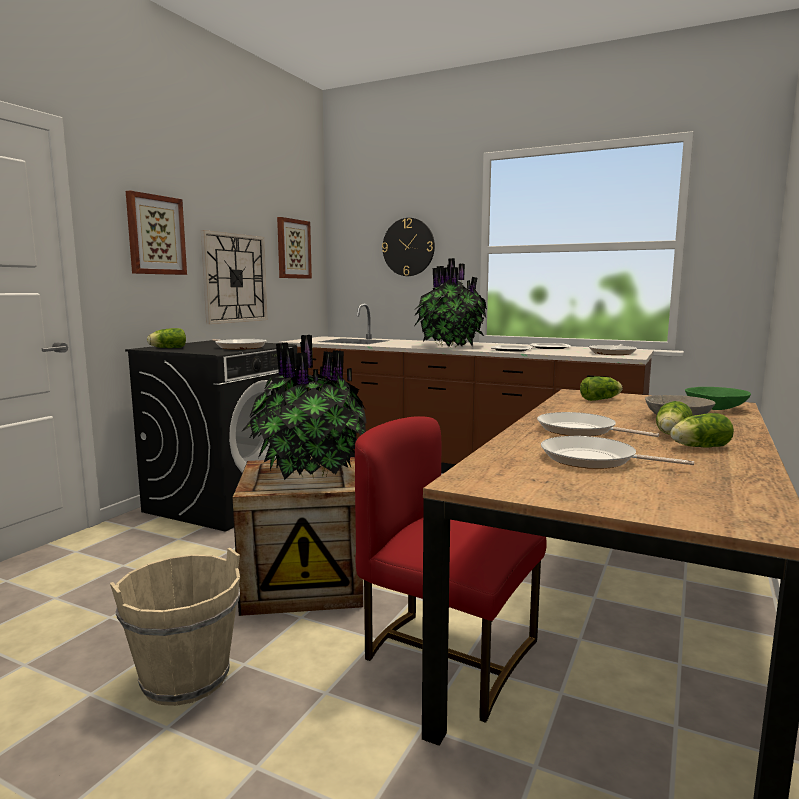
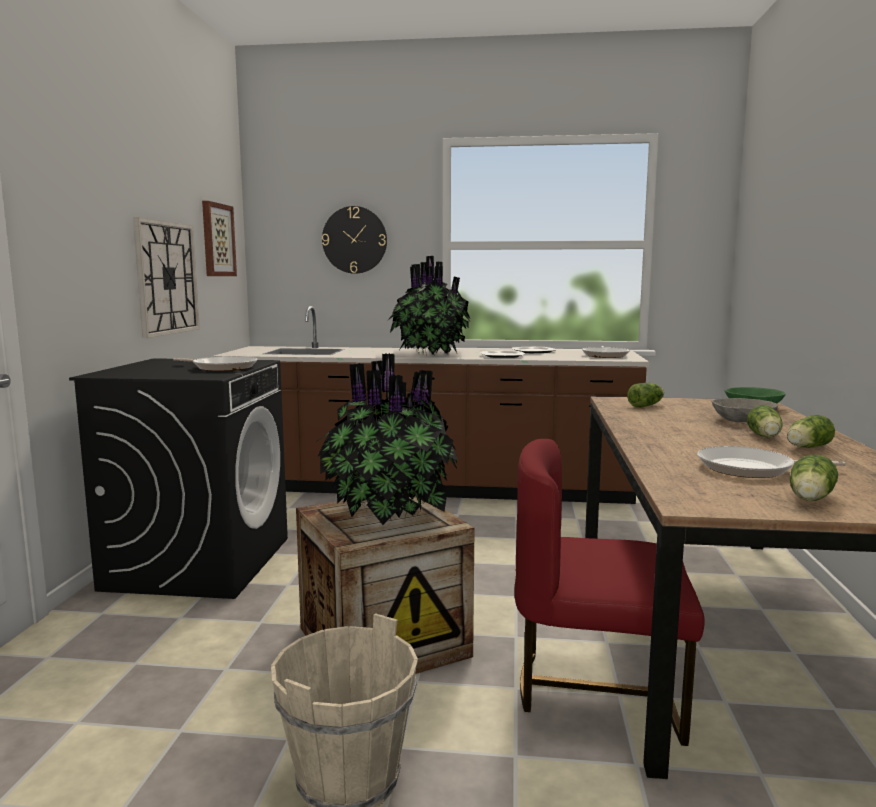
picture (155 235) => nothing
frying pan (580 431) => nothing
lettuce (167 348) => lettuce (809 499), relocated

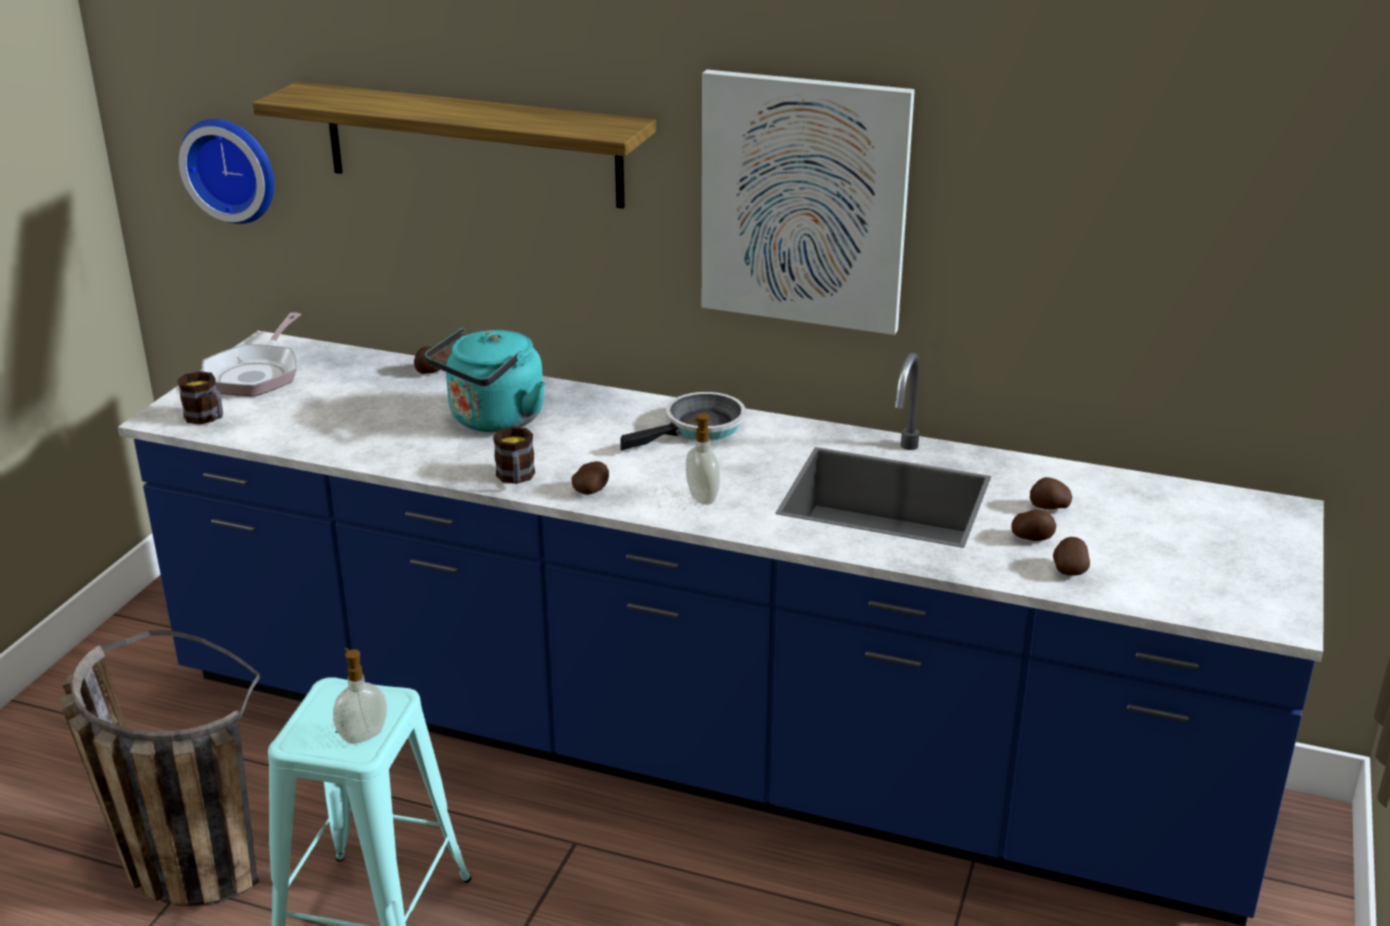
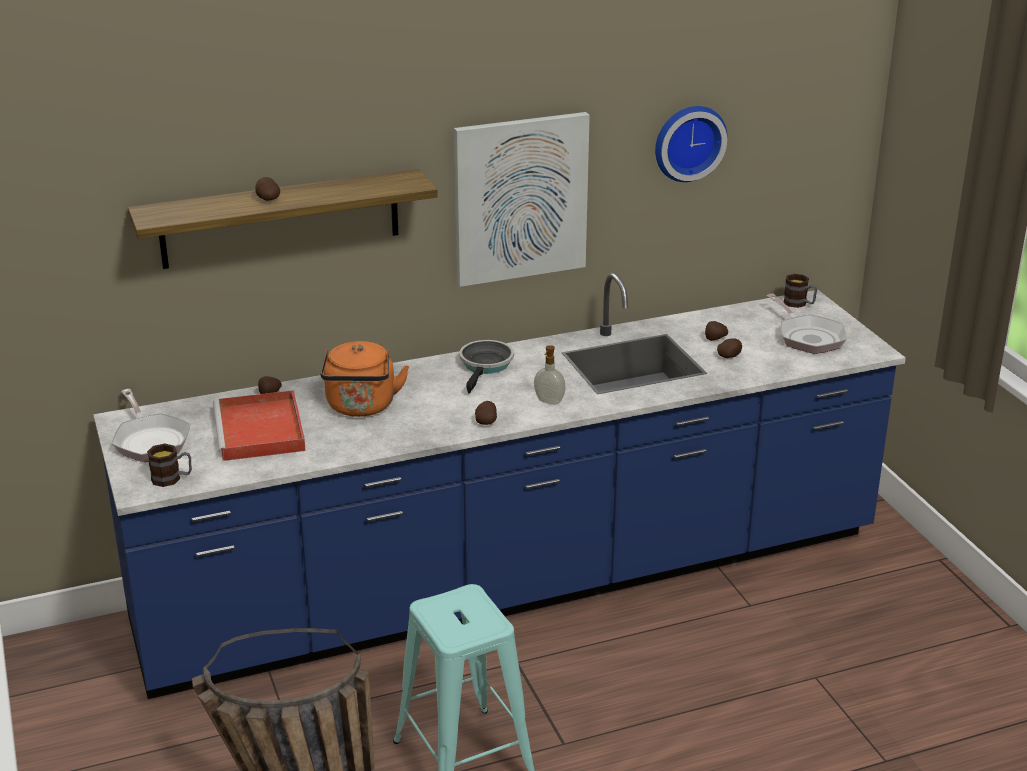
soap dispenser (362 735) => nothing
nothing => red tray (261 431)
nothing => frying pan (808 337)
wall clock (232 168) => wall clock (688 142), relocated
mug (516 478) => mug (799 304), relocated
potato (1069 570) => potato (267 199), relocated
turquoise kettle (493 420) => orange kettle (361 407)

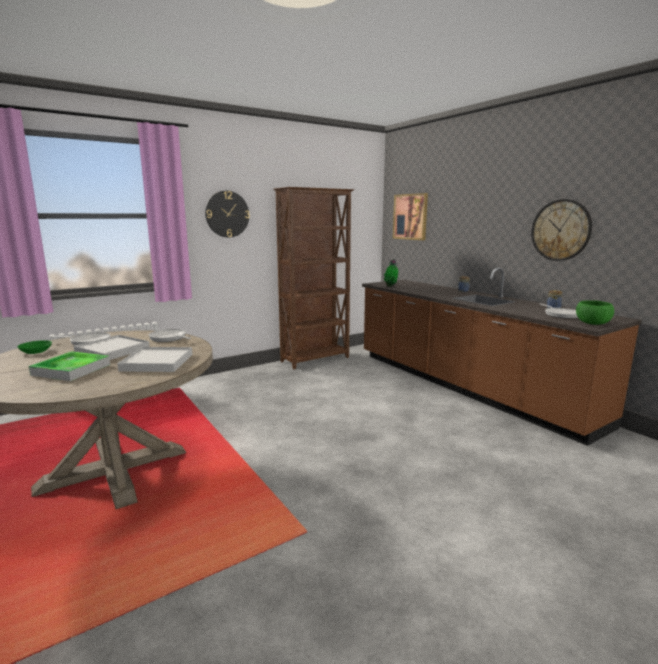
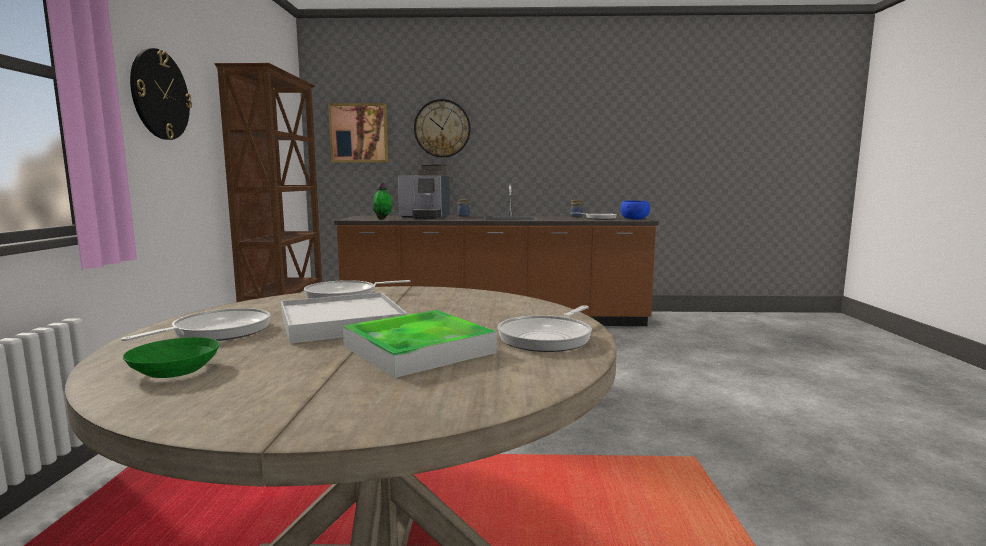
white tray (157 362) => nothing
nothing => coffee machine (425 217)
nothing => frying pan (548 338)
wall clock (561 230) => wall clock (442 128), relocated
green bowl (593 323) => blue bowl (634 219)

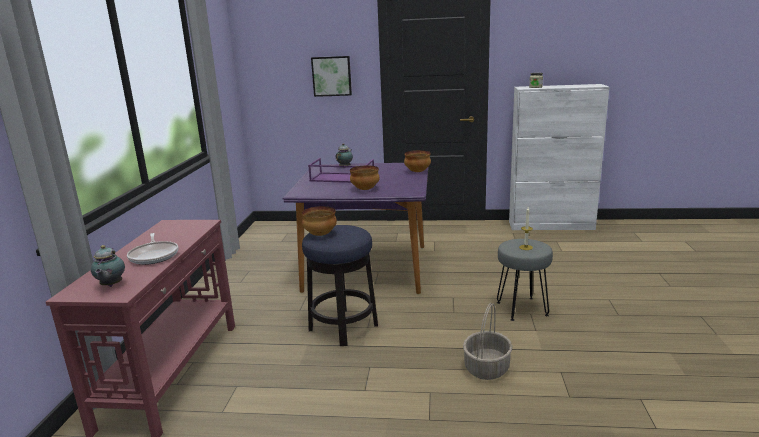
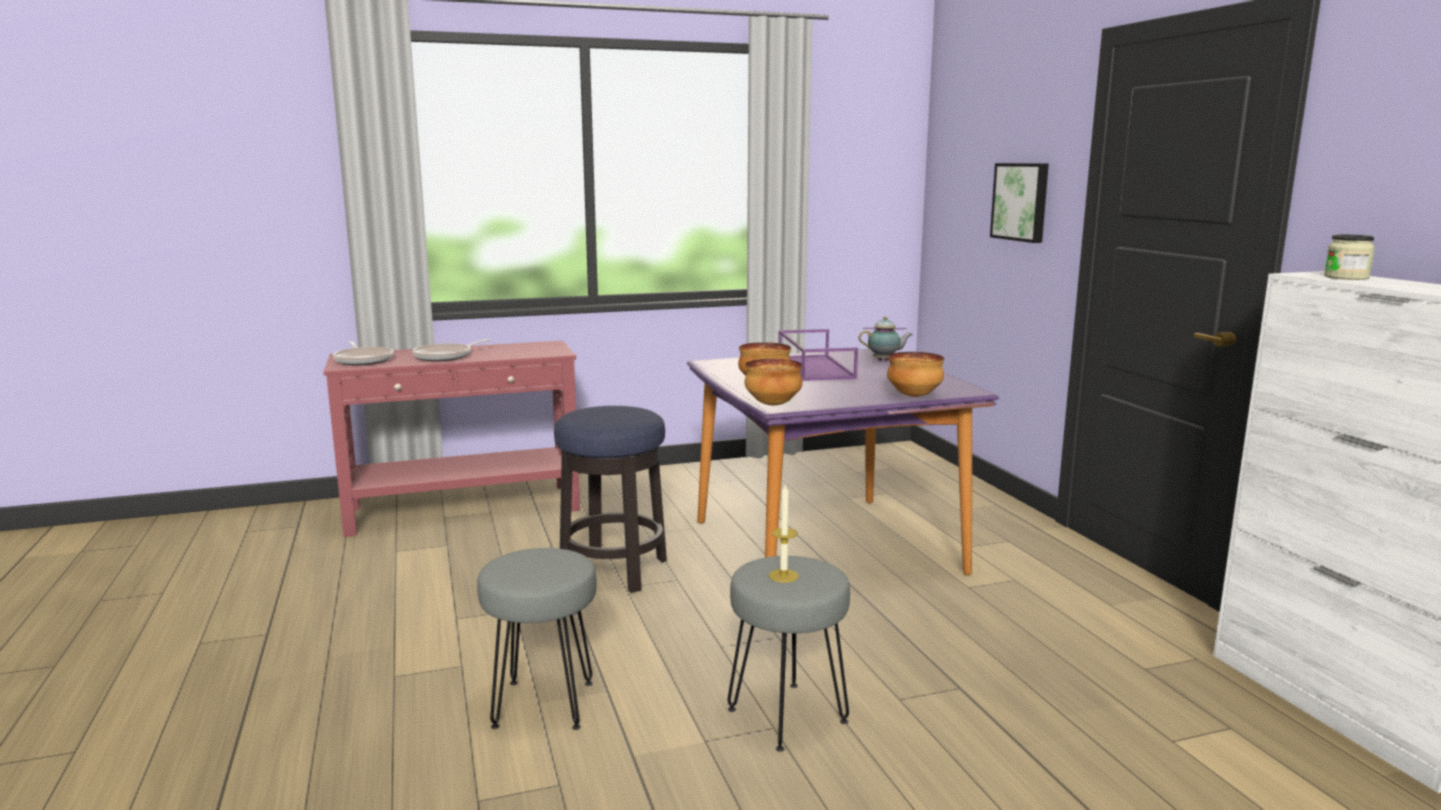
bowl (320 235) => bowl (772 404), relocated
teapot (111 286) => frying pan (363 360)
basket (486 368) => grey stool (545 704)

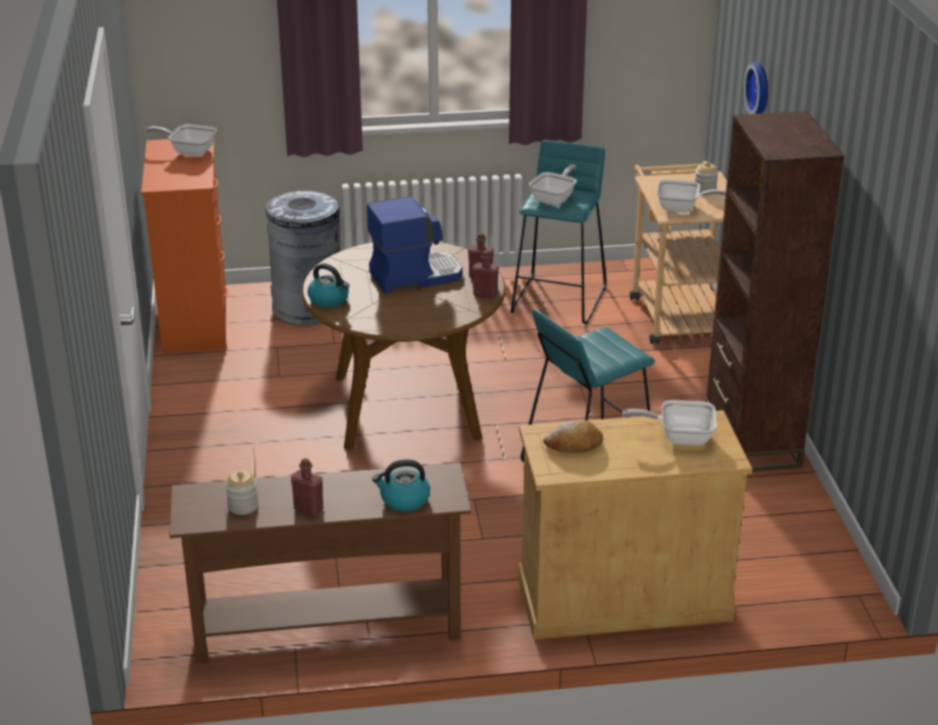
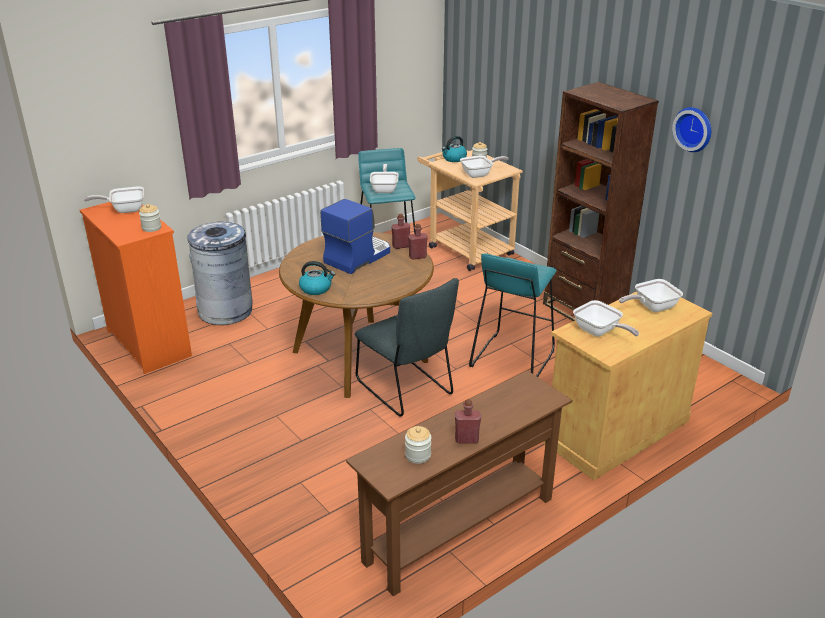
nothing => jar (151 228)
nothing => grey chair (407 390)
kettle (404 500) => kettle (454 158), relocated
wall clock (761 89) => wall clock (694 128), relocated
bread (574 445) => frying pan (599 332)

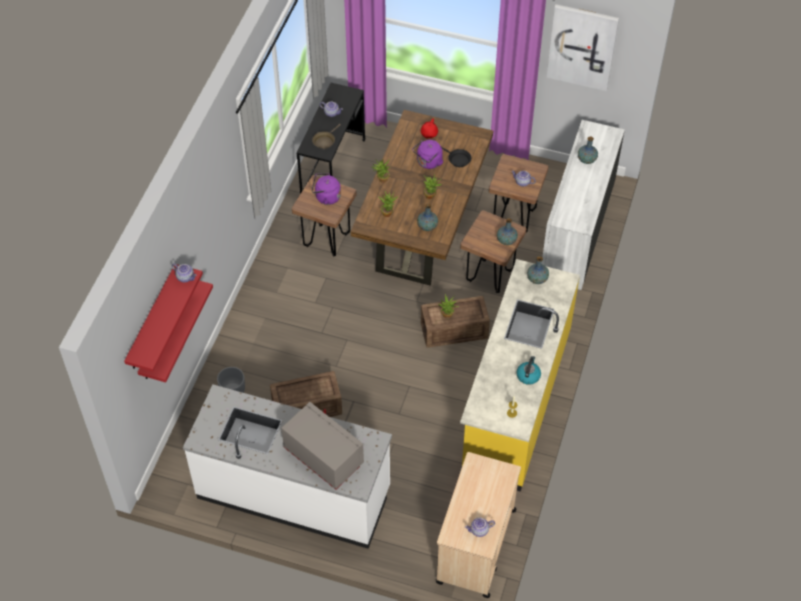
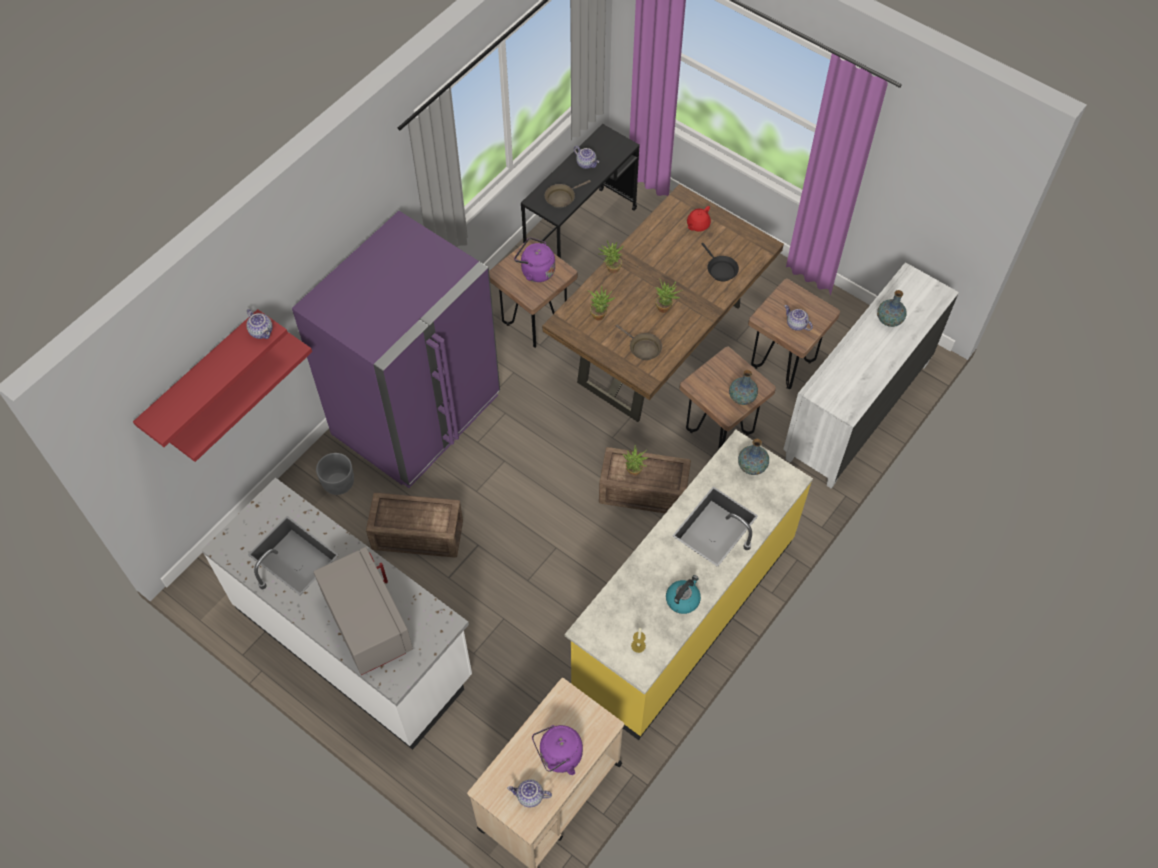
picture (582 46) => nothing
nothing => purple fridge (417 415)
purple kettle (428 163) => purple kettle (558 756), relocated
vase (427 226) => brown frying pan (643 348)

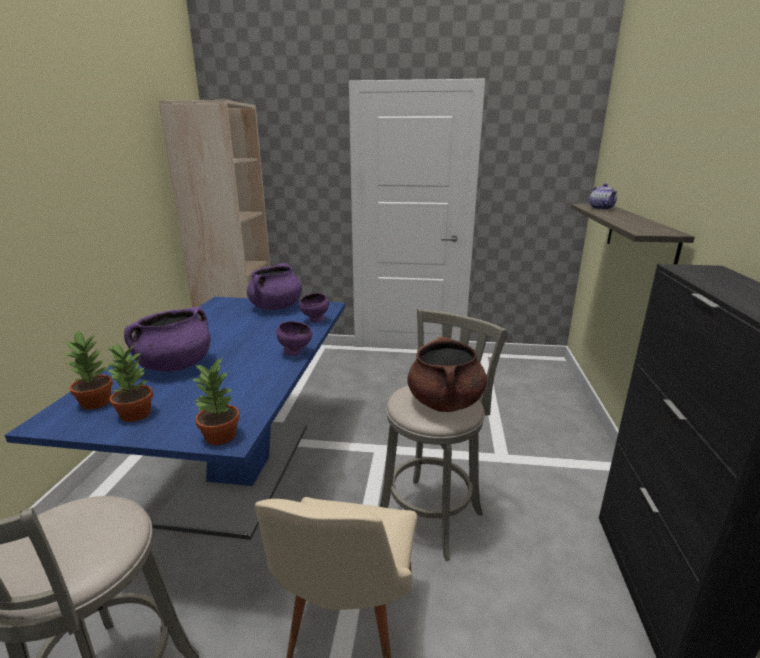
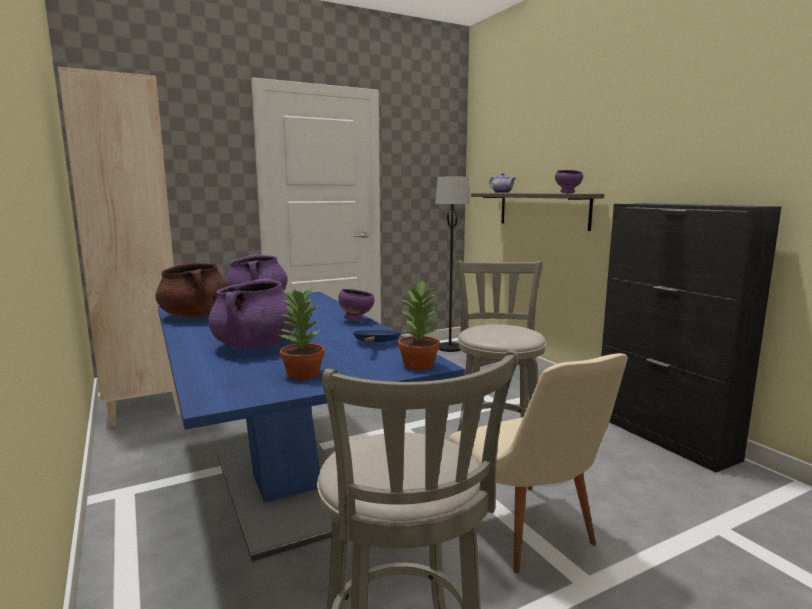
potted plant (97 402) => nothing
nothing => blue frying pan (376 343)
nothing => black floor lamp (450 348)
purple bowl (315 321) => purple bowl (568 193), relocated
brown cooking pot (445 402) => brown cooking pot (195 316), relocated

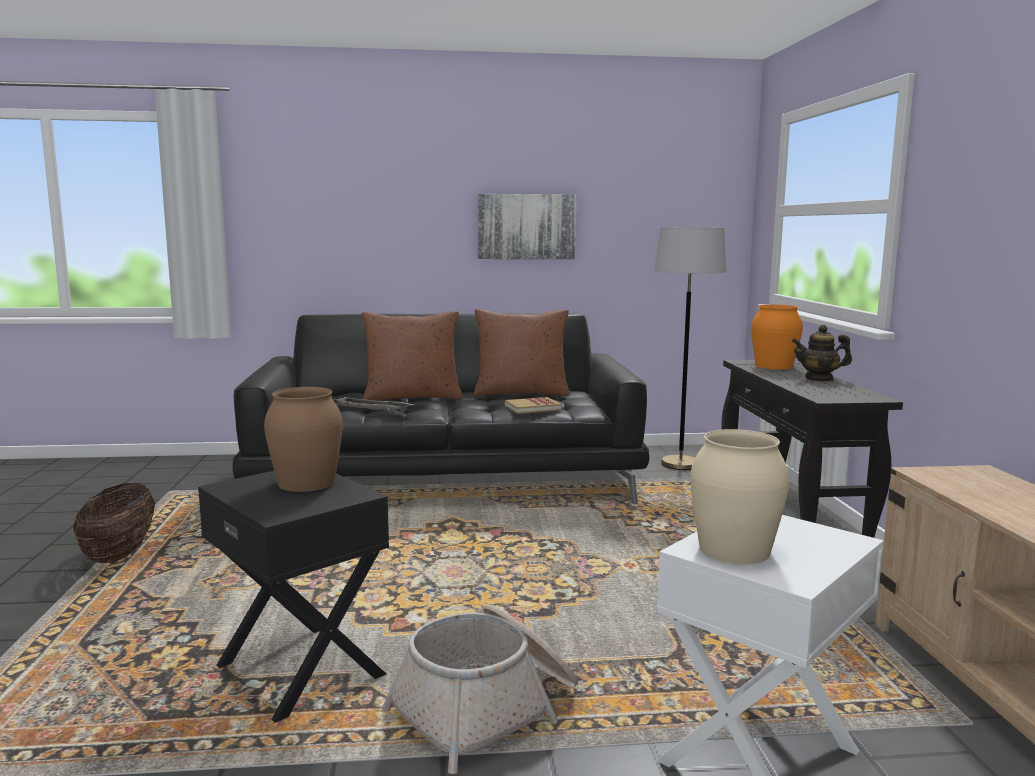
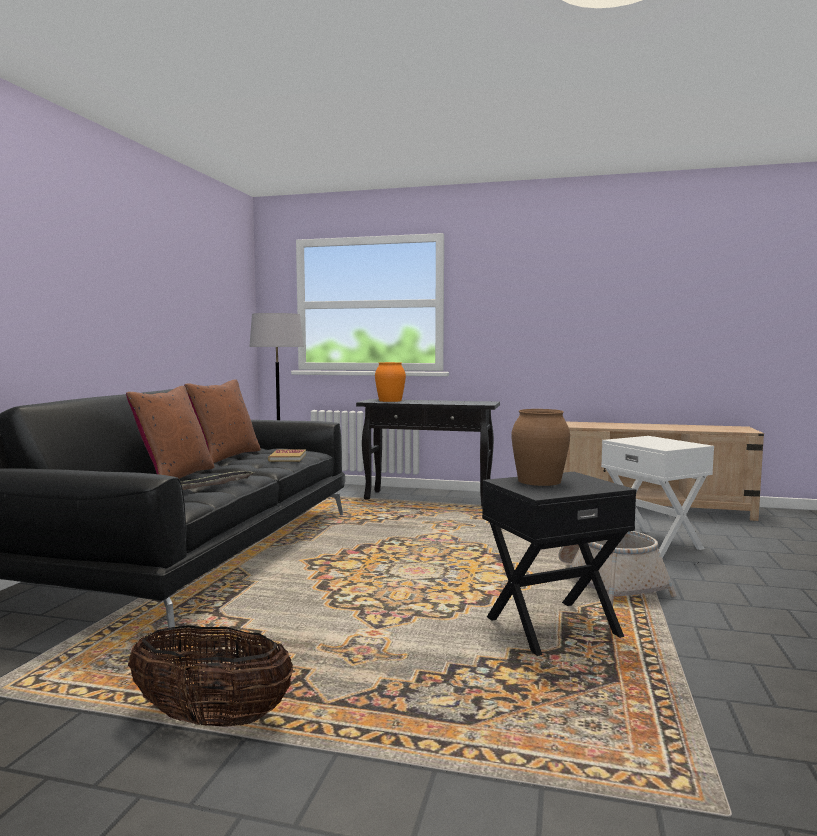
picture (526 226) => nothing
beige vase (734 549) => nothing
teapot (819 378) => nothing

